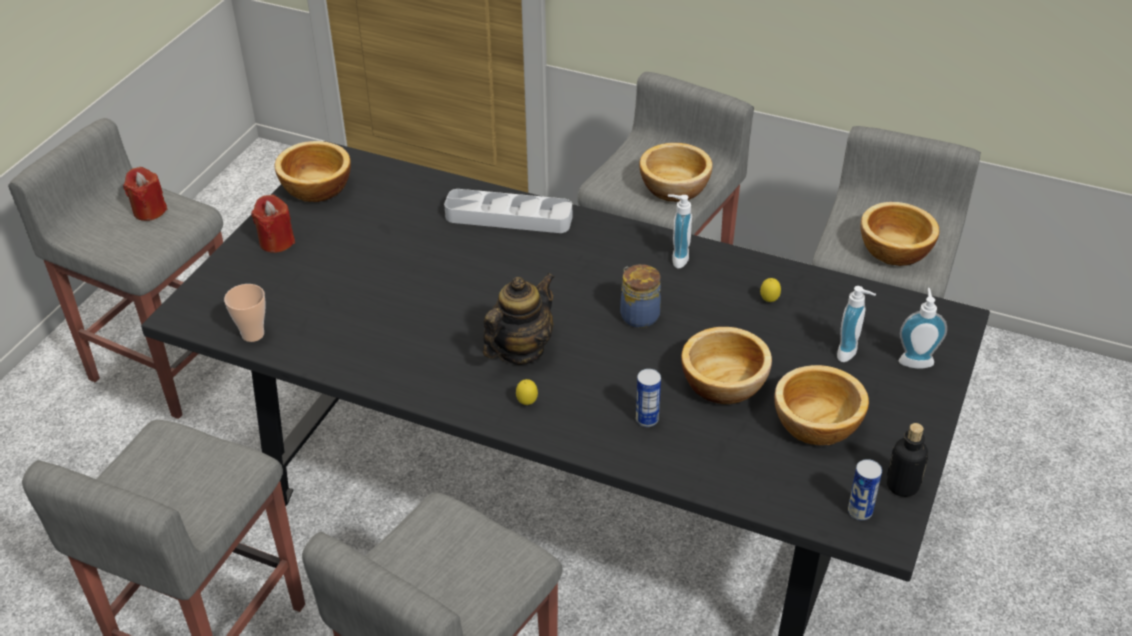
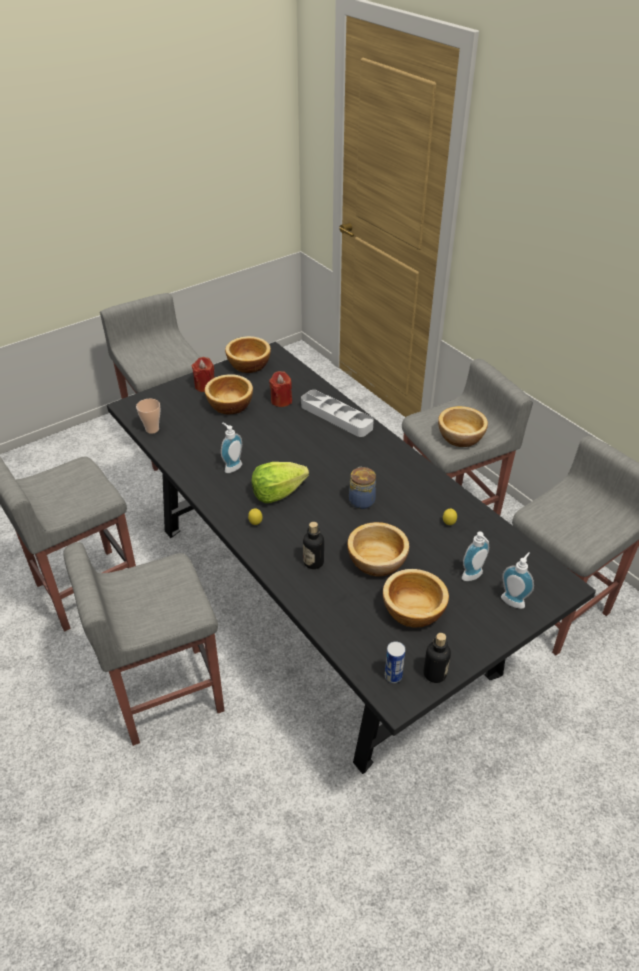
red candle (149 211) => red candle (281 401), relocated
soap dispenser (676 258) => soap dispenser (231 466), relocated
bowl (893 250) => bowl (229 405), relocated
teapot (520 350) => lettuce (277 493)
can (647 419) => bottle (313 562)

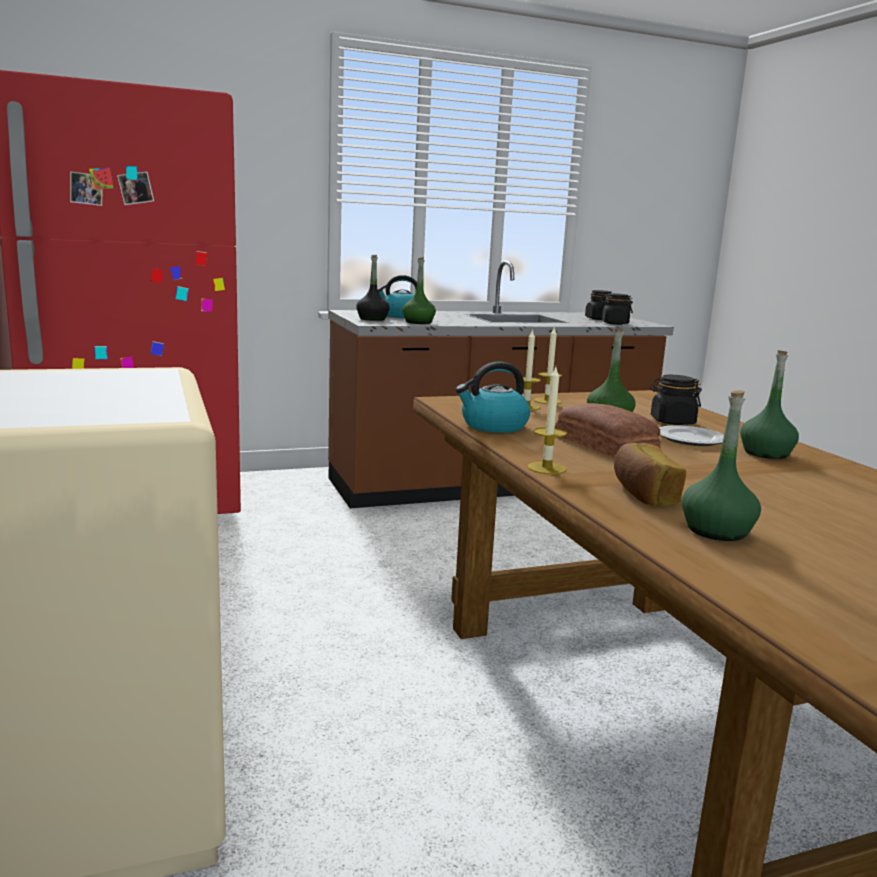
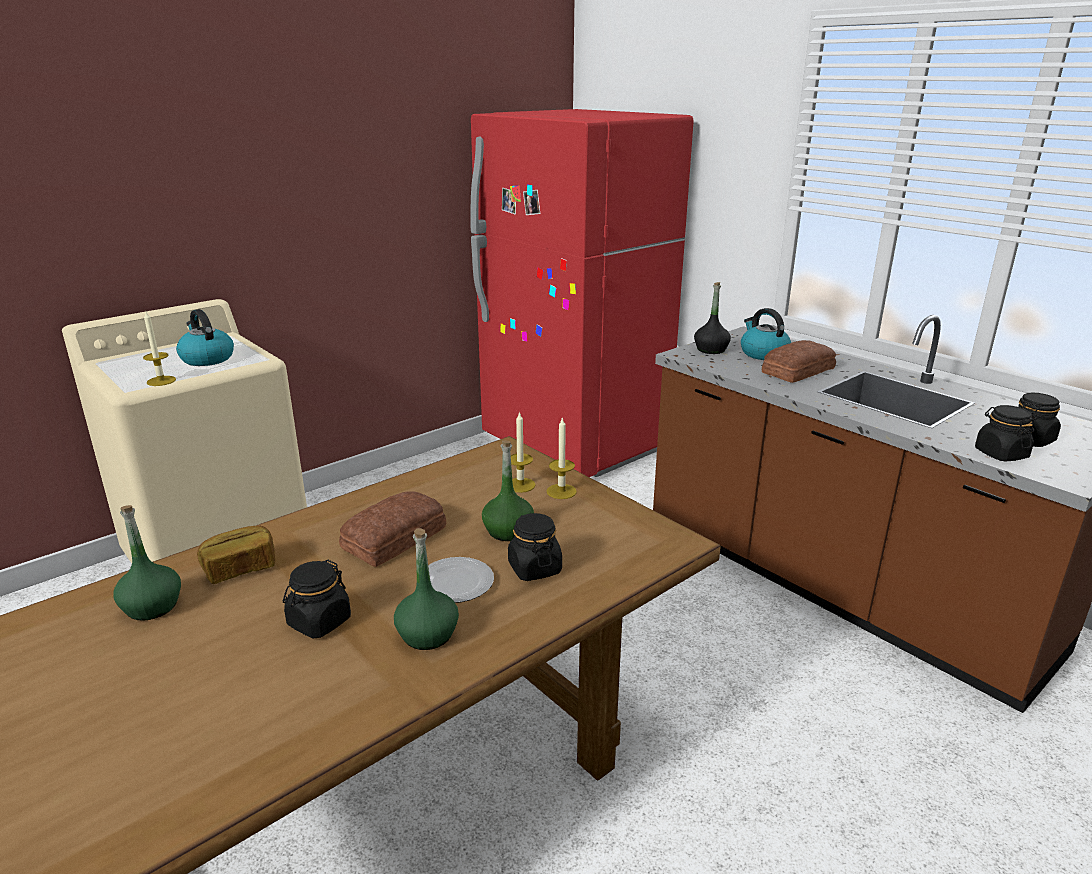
green bottle (418 322) => nothing
nothing => black jar (319 622)
nothing => bread (796 370)
kettle (493 426) => kettle (206 359), relocated
candle (546 468) => candle (161 381), relocated

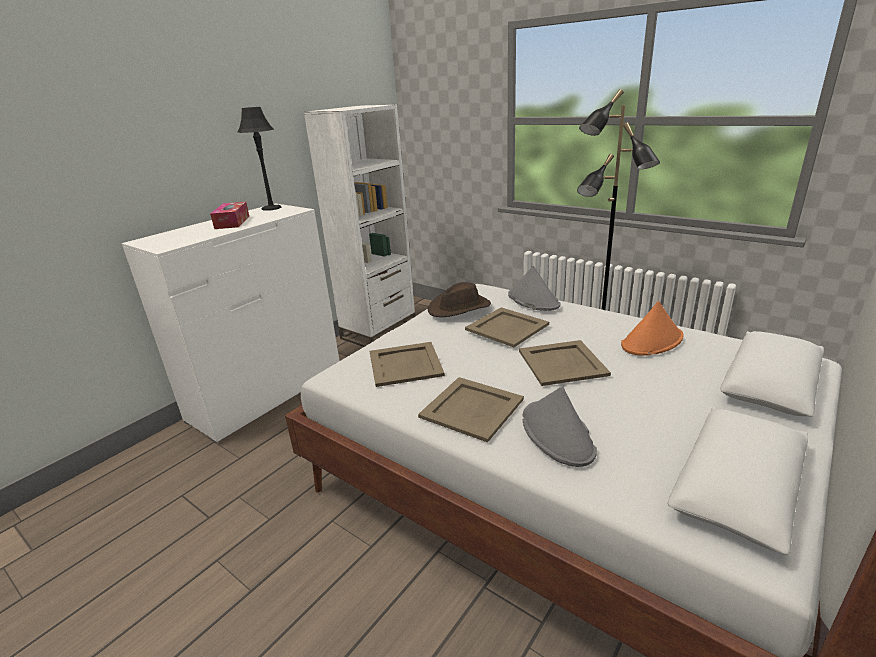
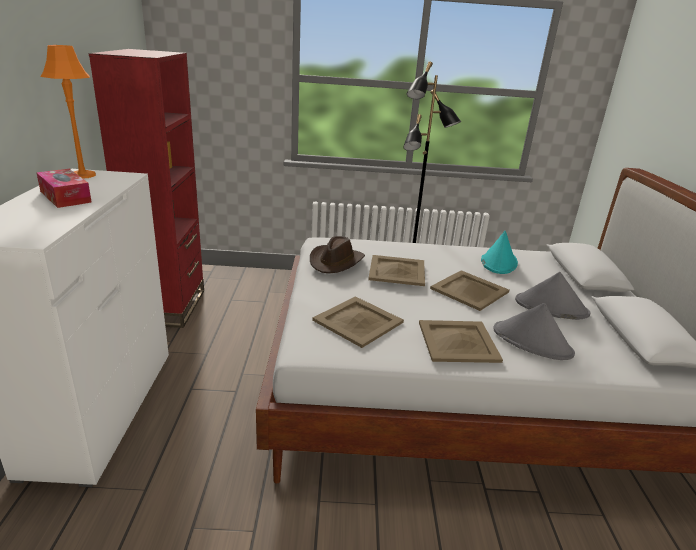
grey hat (533 300) => grey hat (551 307), relocated
black table lamp (271 208) => orange table lamp (82 175)
white bookcase (379 331) => red bookcase (169 306)
orange hat (652 341) => turquoise hat (498 262)

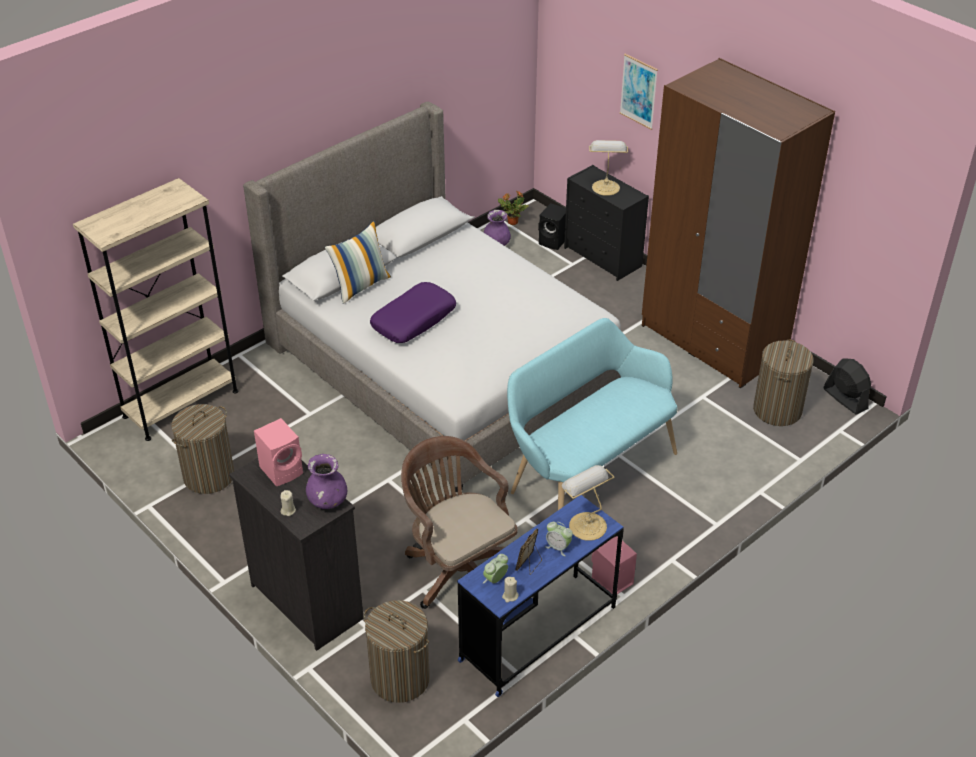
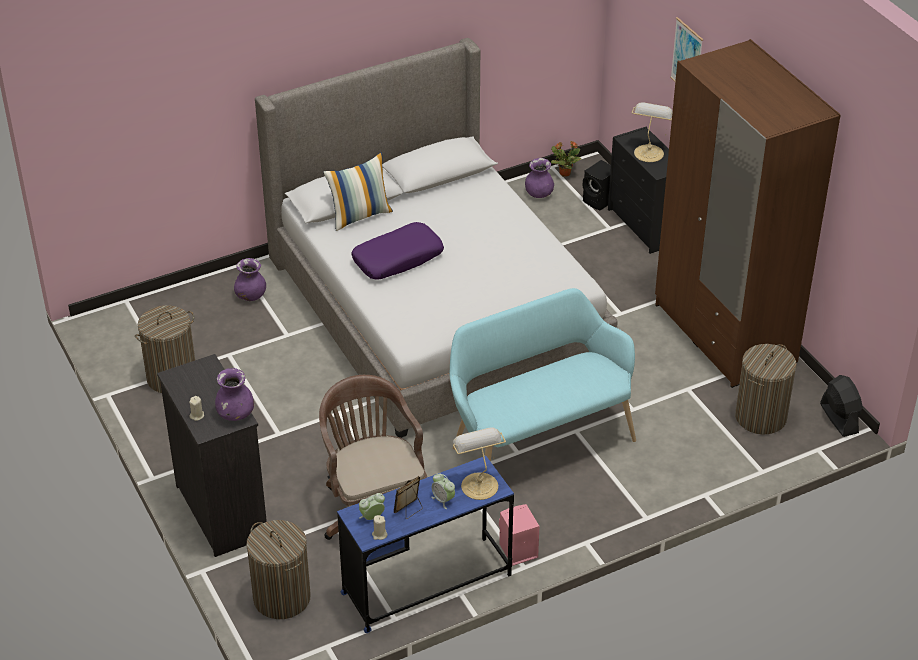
beige bookcase (181 404) => nothing
pink speaker (283 470) => nothing
nothing => purple vase (251 296)

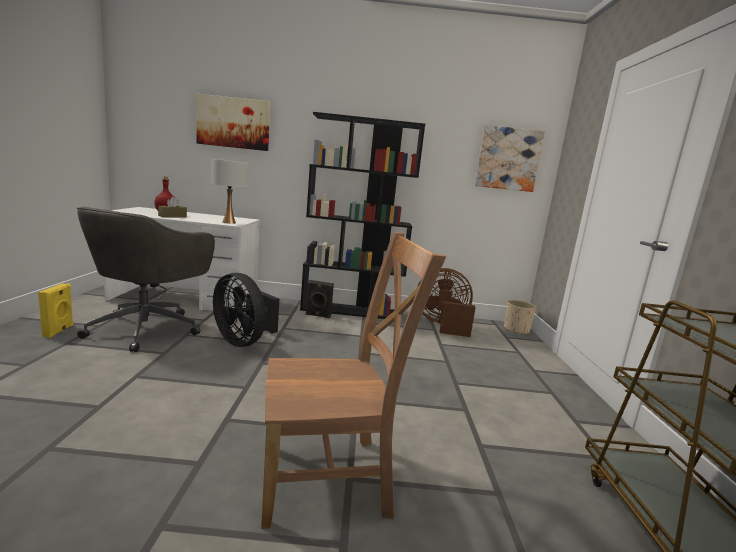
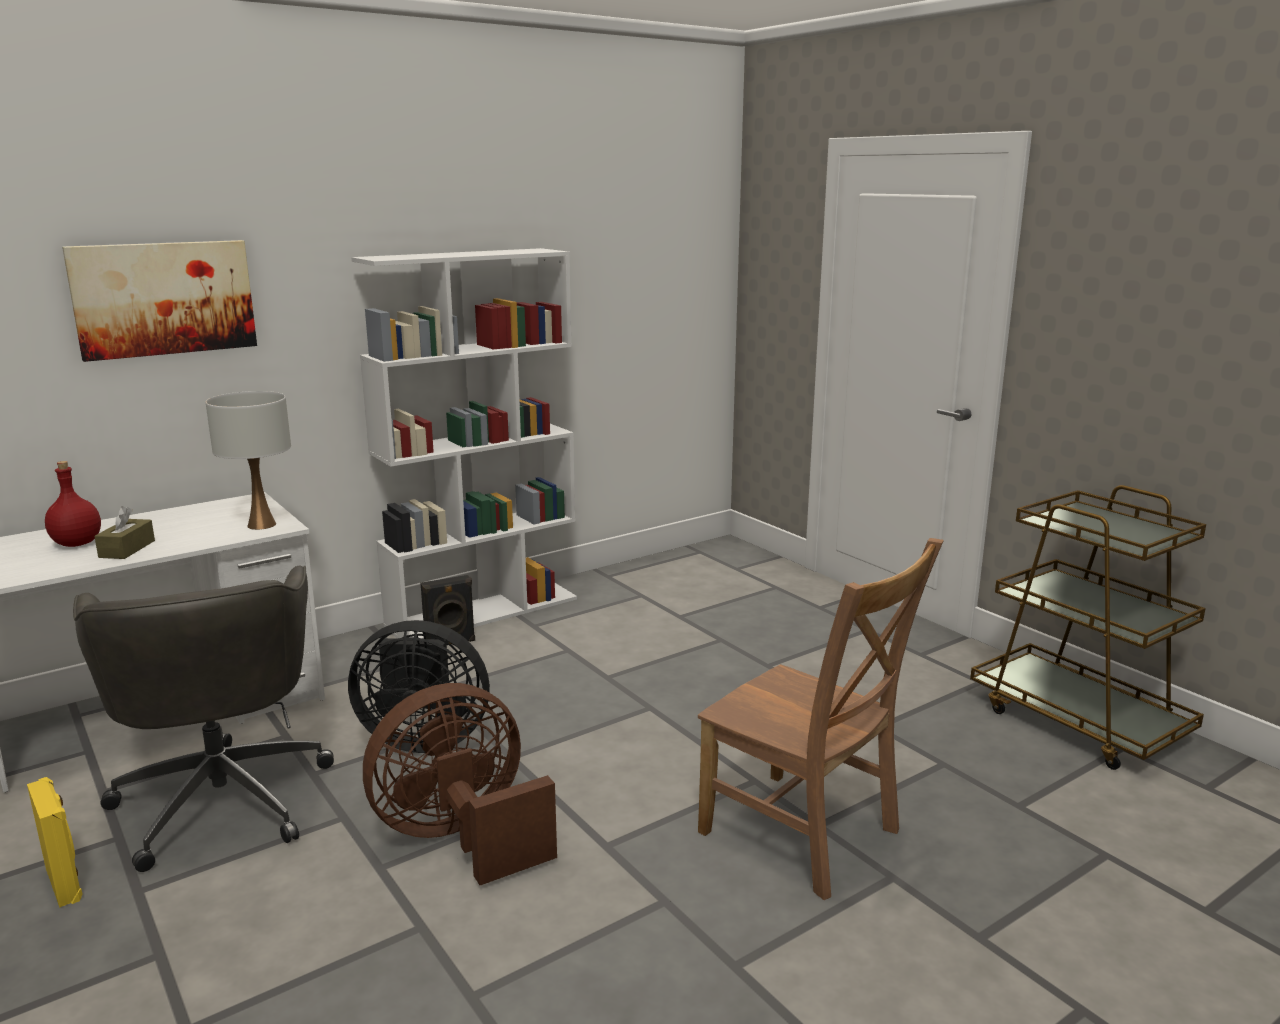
picture (508 159) => nothing
beige planter (516 330) => nothing
brown fan (442 325) => brown fan (462 838), relocated
black bookcase (351 310) => white bookcase (483 611)
brown chair (331 479) => brown chair (805 835), 90 degrees clockwise

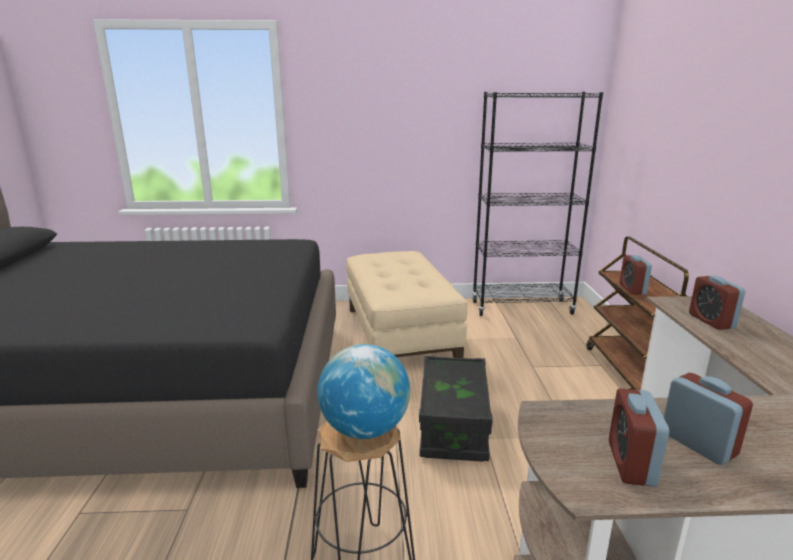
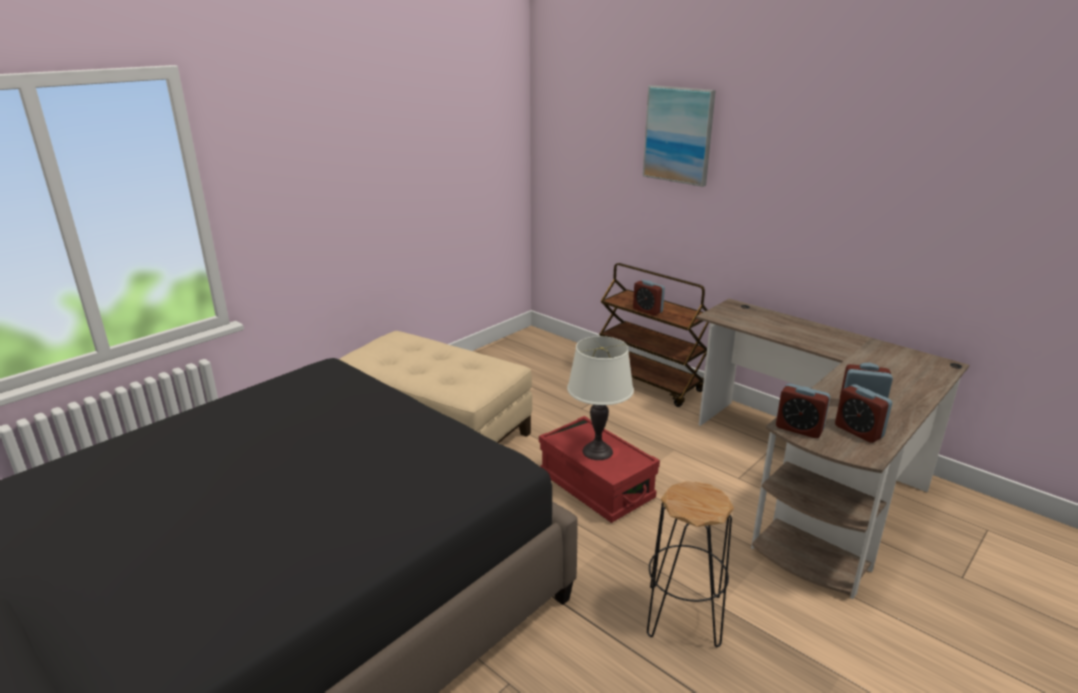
globe (364 429) => nothing
black bookcase (522 308) => nothing
nothing => white table lamp (597 451)
nothing => picture (678 135)
alarm clock (711 321) => alarm clock (799 429), relocated
black storage box (453 425) => red storage box (596 486)

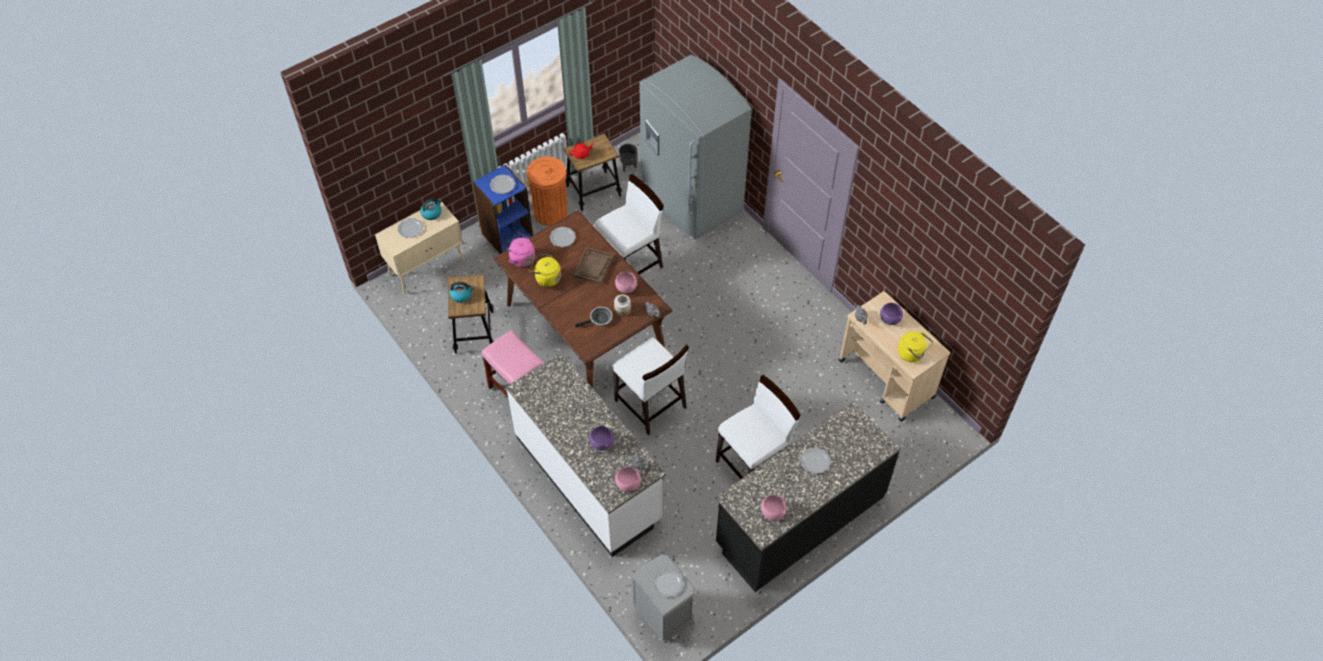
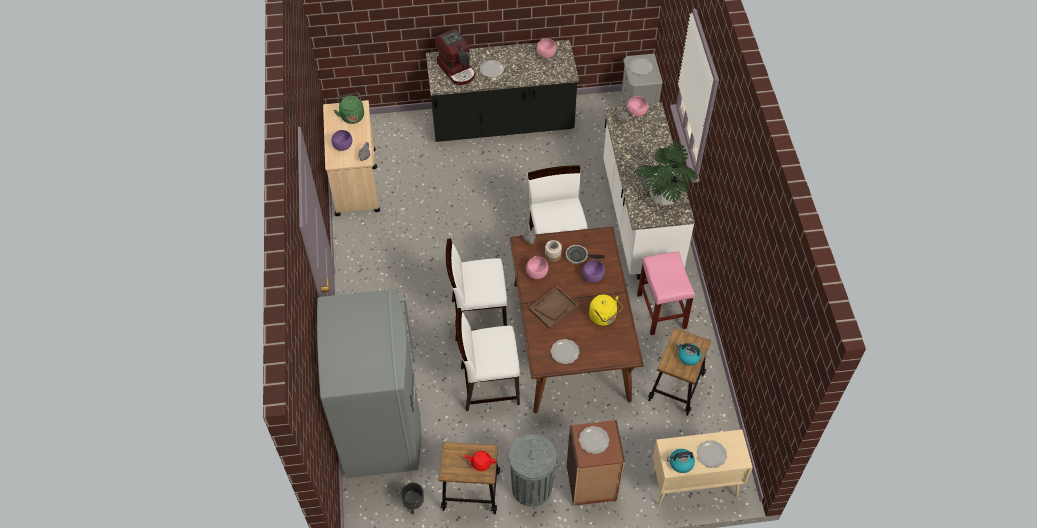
pink kettle (521 258) => nothing
nothing => coffee machine (457 69)
nothing => potted plant (663 196)
purple bowl (601 443) => purple bowl (593 277), relocated
white chair (754 465) => white chair (478 317), relocated
blue bookcase (507 235) => brown bookcase (591 483)
orange trash can (550 213) => grey trash can (531 487)
yellow kettle (912 354) => green kettle (352 115)

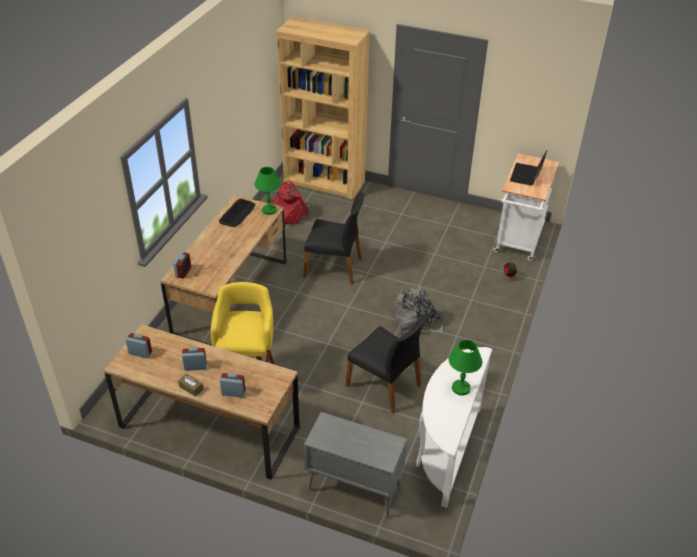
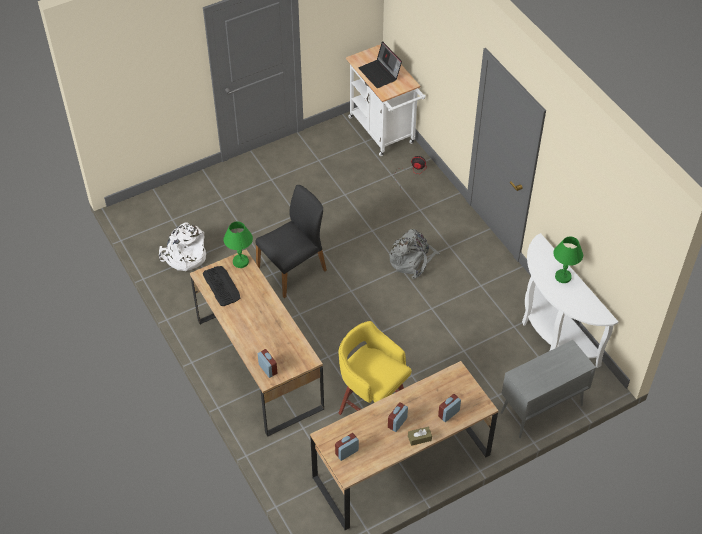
brown bookcase (324 182) => nothing
black chair (385 385) => nothing
red backpack (287 214) => white backpack (184 256)

